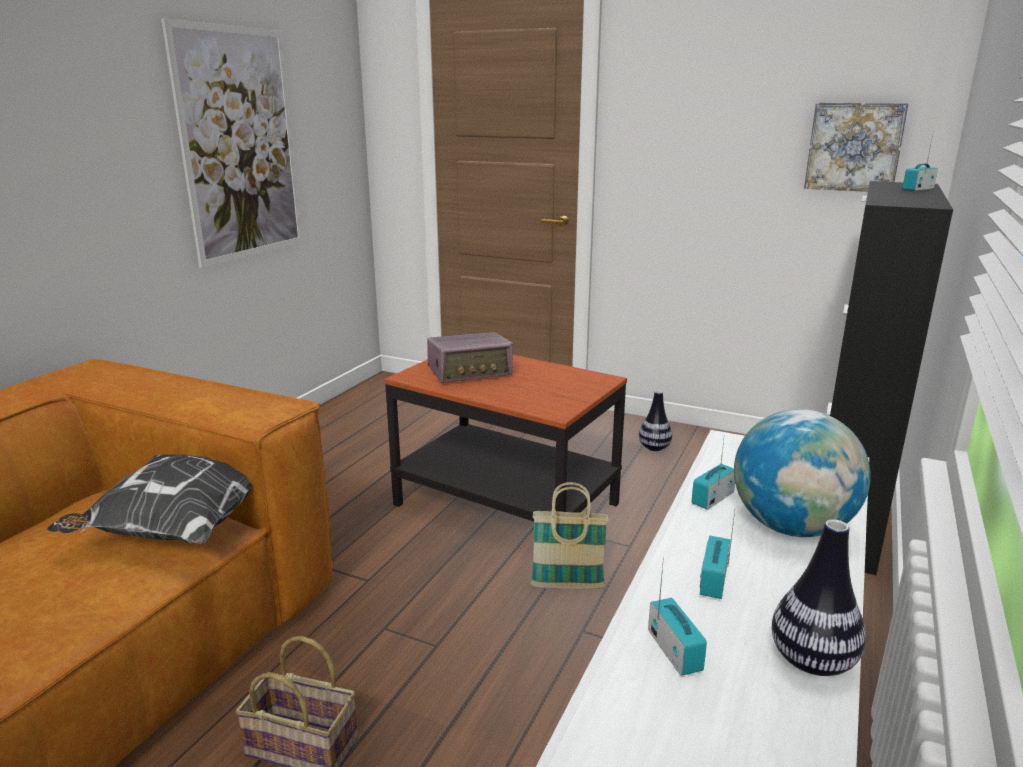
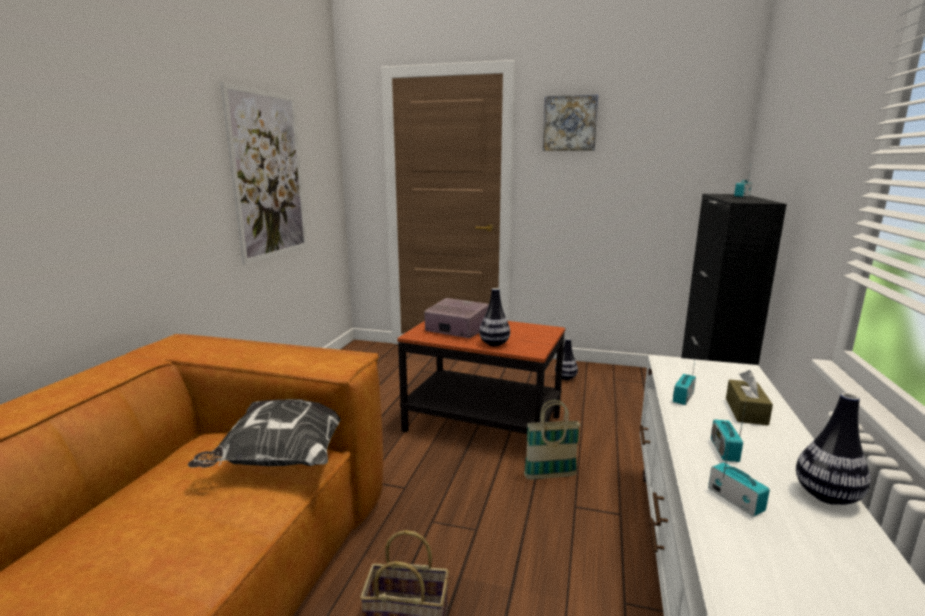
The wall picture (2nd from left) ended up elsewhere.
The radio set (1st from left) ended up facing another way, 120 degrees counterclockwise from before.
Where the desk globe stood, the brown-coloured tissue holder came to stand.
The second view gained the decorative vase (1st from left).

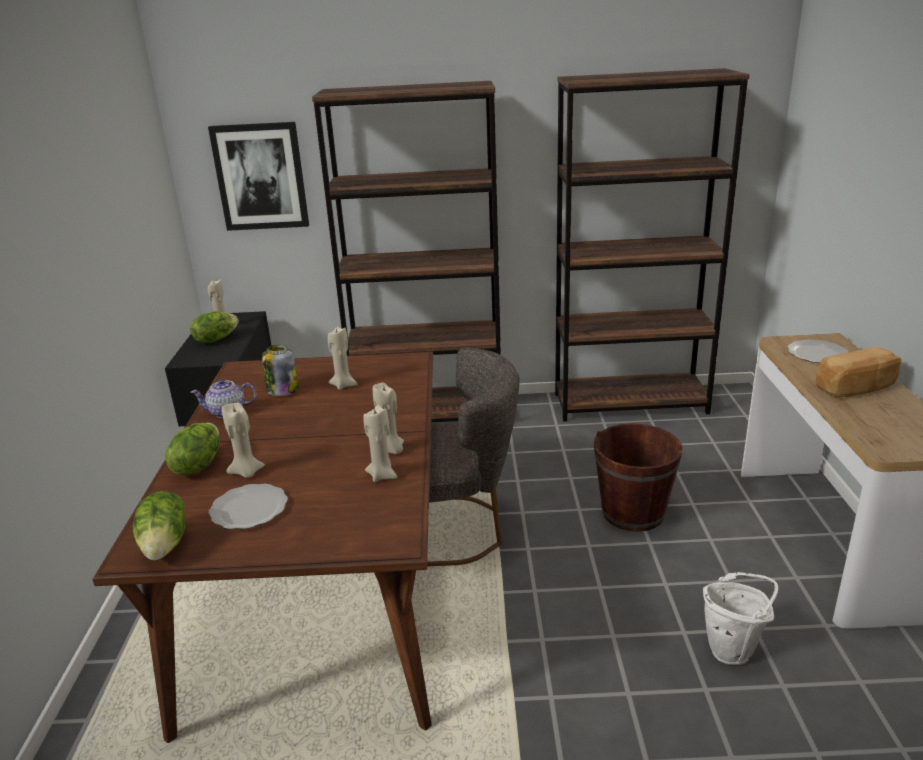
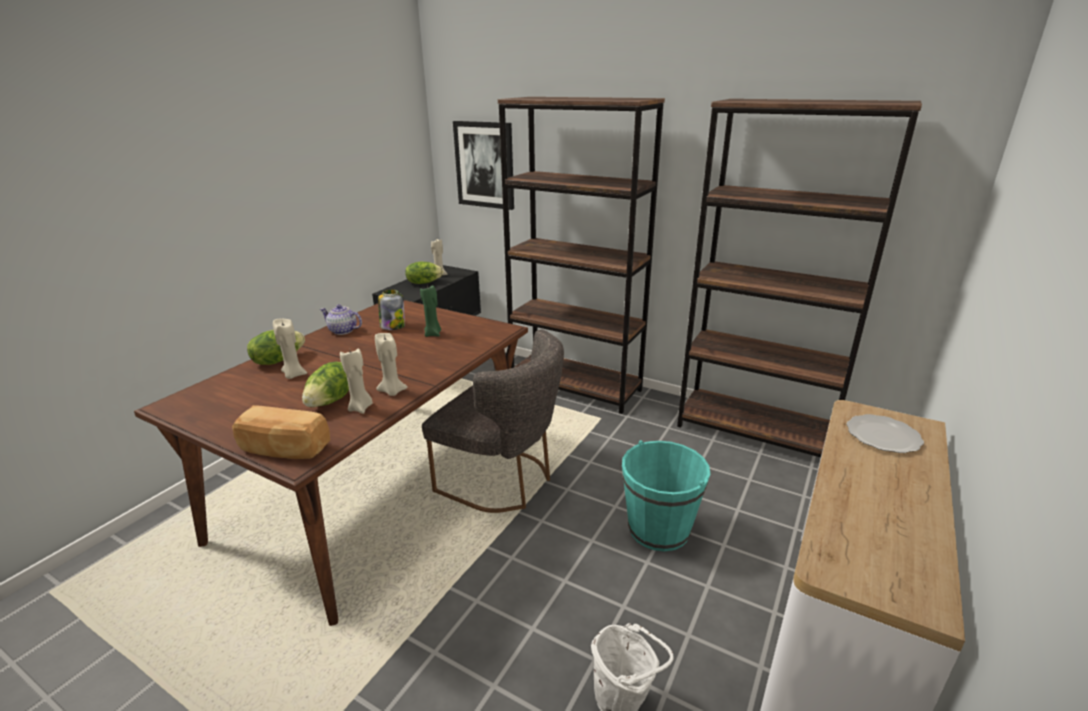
What was the beige-coloured wax light (3rd from left) turned into the greenish wax light.
The bakery bread ended up elsewhere.
What was the brown-coloured pail turned into the turquoise pail.
The second view lost the flat dish (1st from left).
The lettuce (1st from left in the first image) ended up elsewhere.

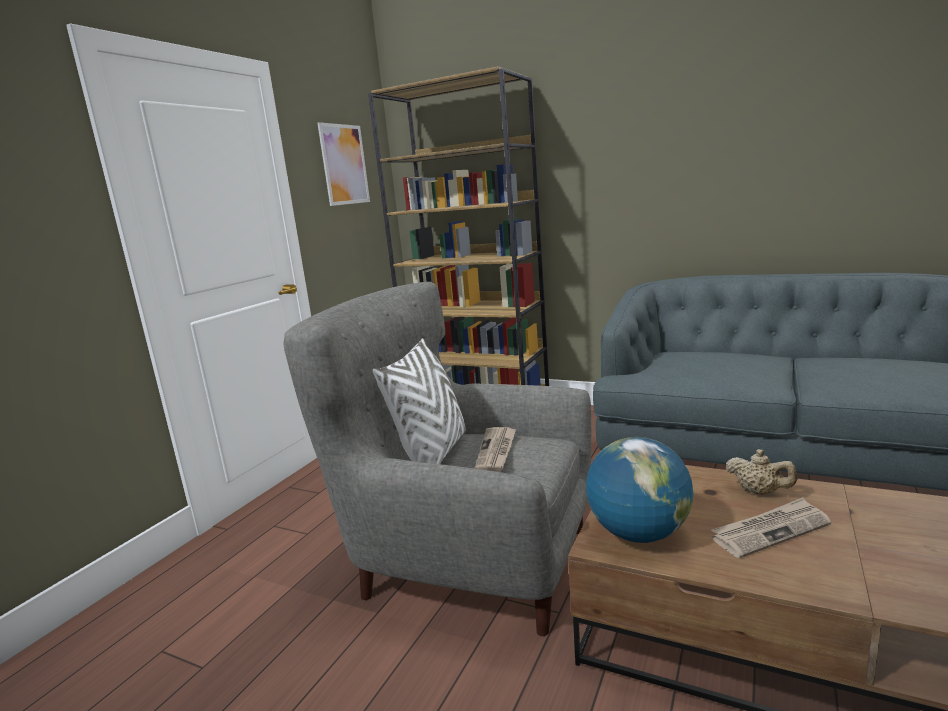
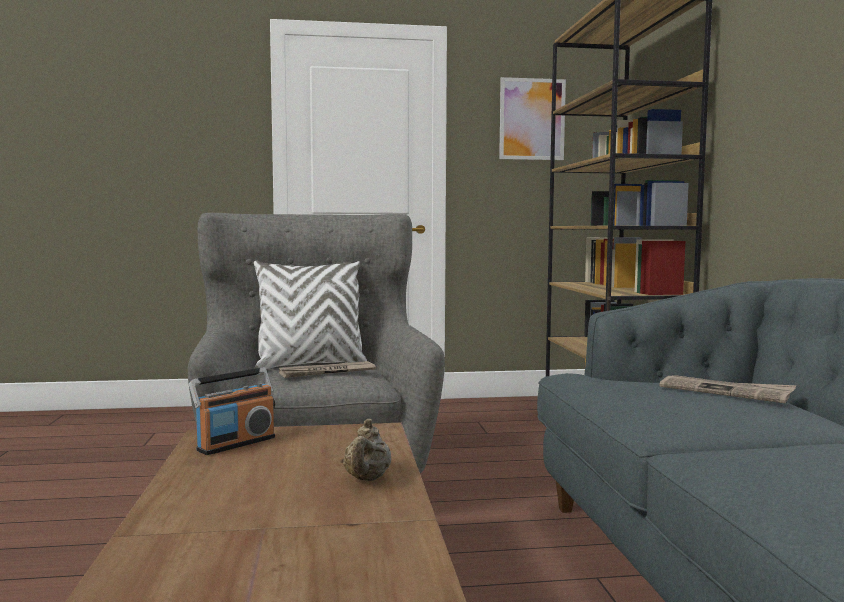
Where the desk globe stood, the radio set came to stand.
The daily paper (2nd from left) ended up elsewhere.

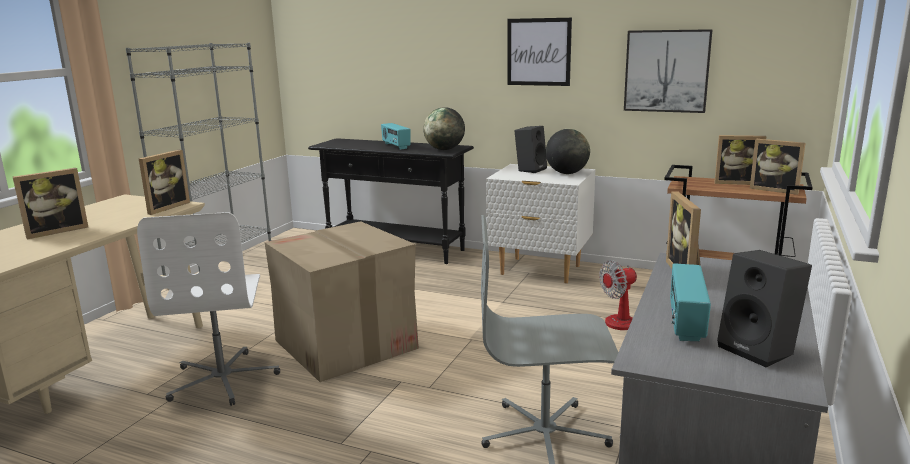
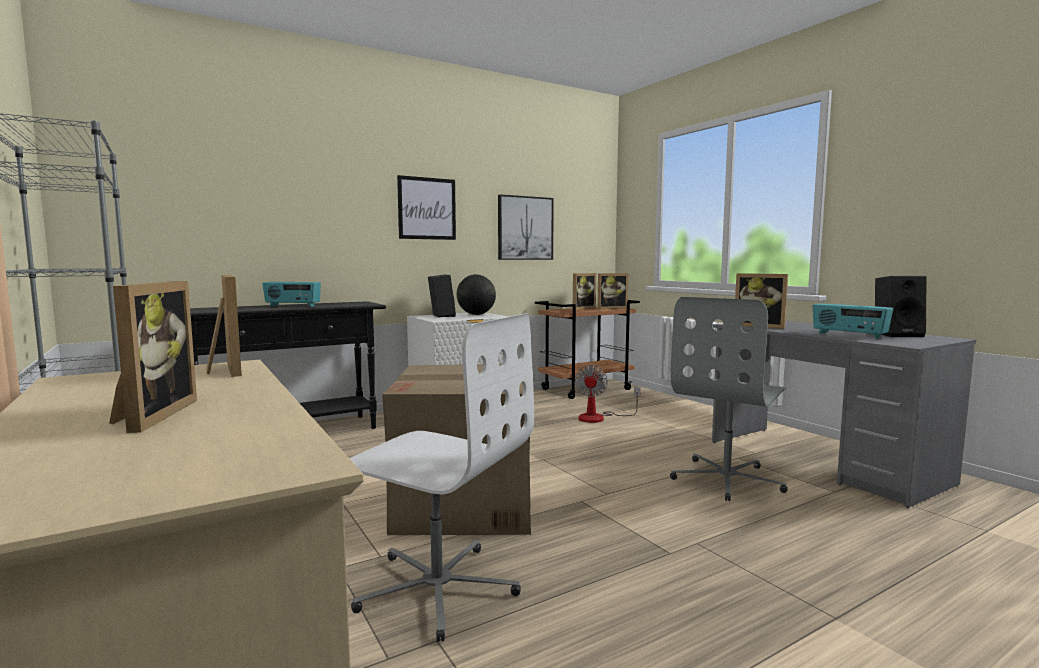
The second view lost the desk globe (1st from left).

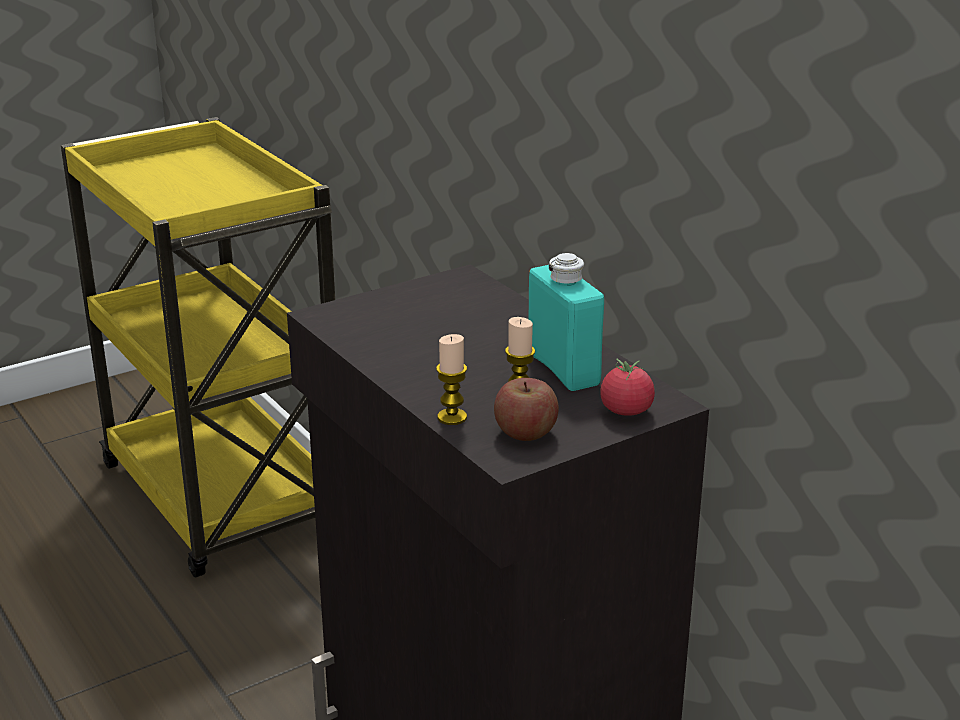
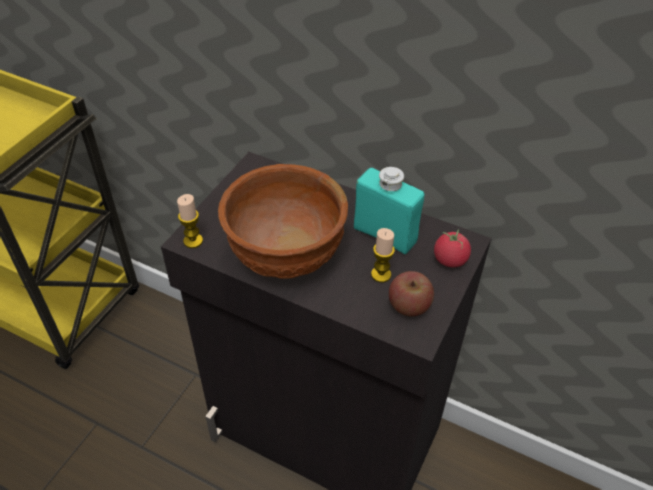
The wax light (1st from left) ended up elsewhere.
The second view gained the brown-coloured deep dish.

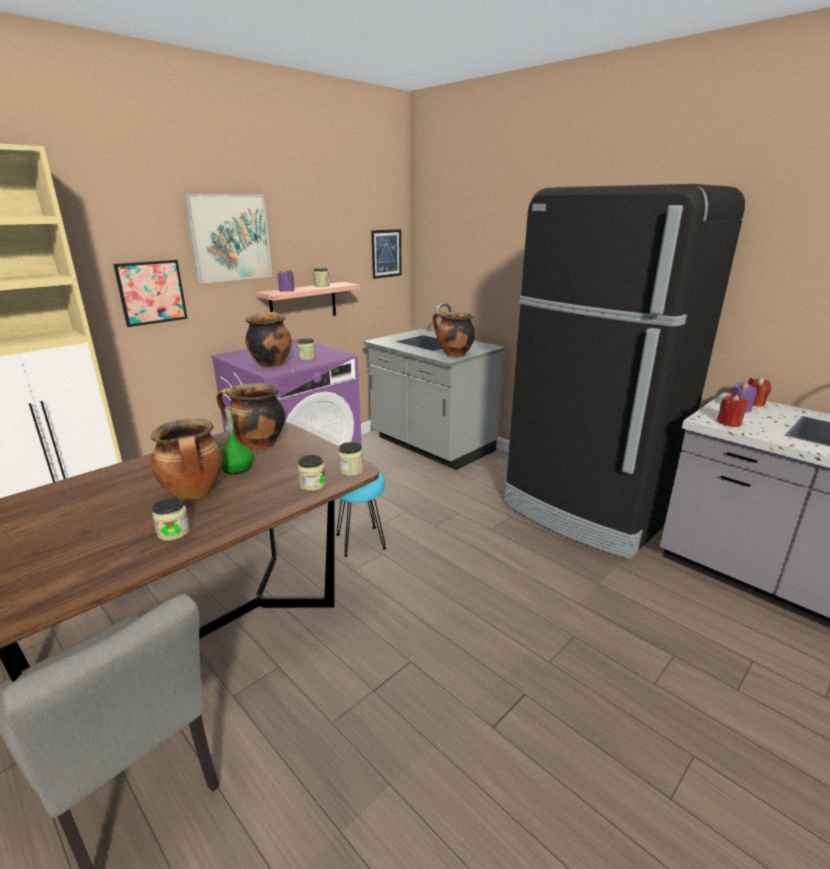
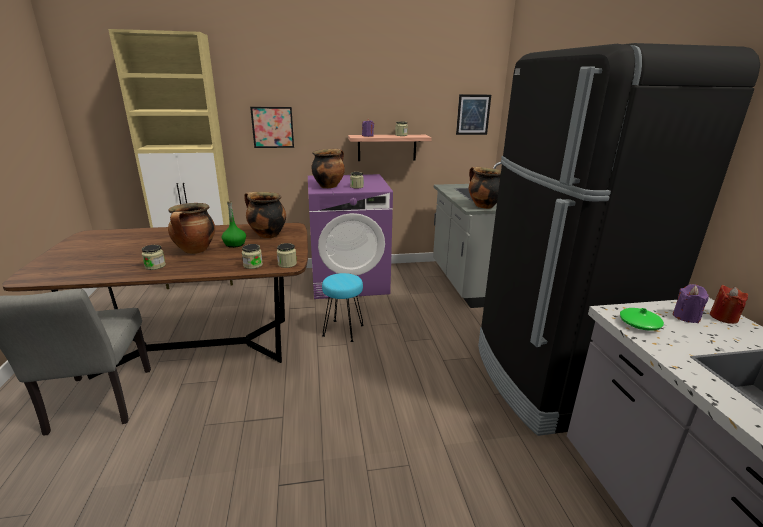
The second view lost the wall picture (2nd from left).
Where the red-coloured wax light (1st from left) stood, the greenish decorative vase came to stand.

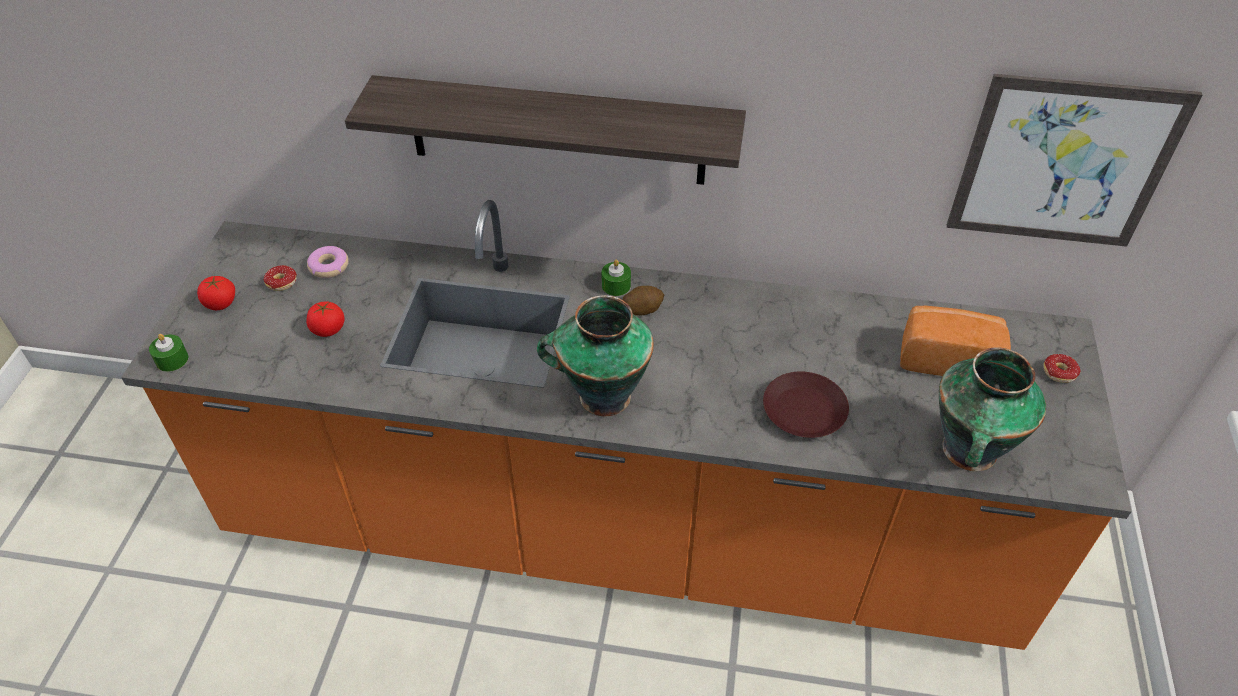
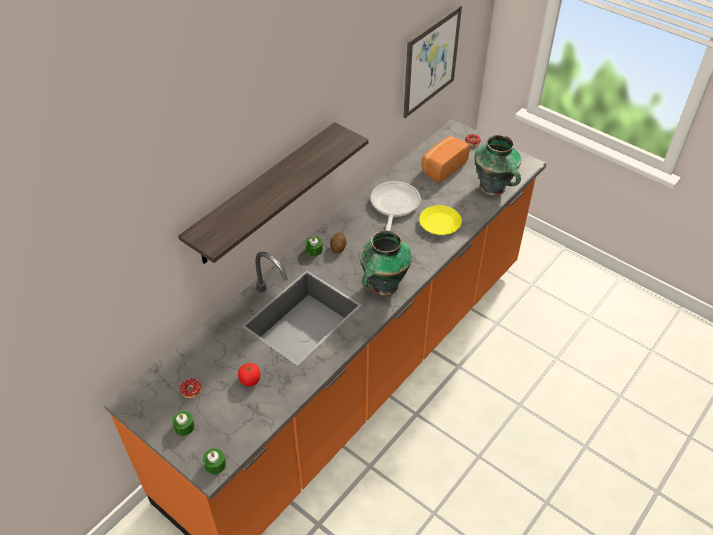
The second view lost the doughnut (2nd from left).
Where the whole tomato (1st from left) stood, the greenish wax light (1st from left) came to stand.
What was the brown-coloured flat dish turned into the yellowish flat dish.
The second view gained the skillet.

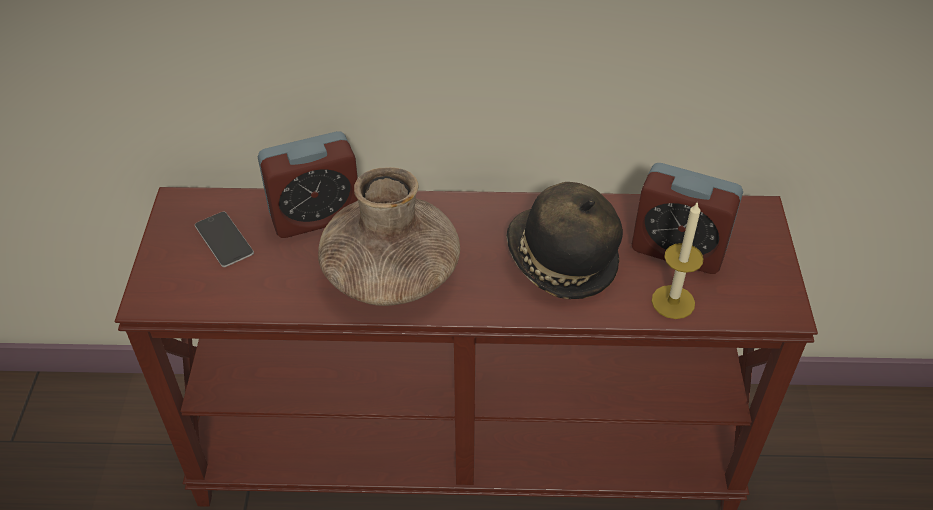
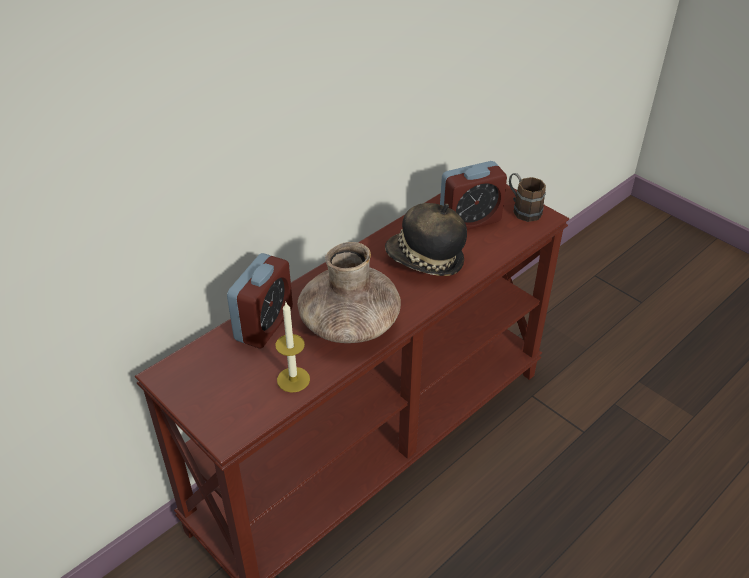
The wax light ended up elsewhere.
The second view lost the handset.
The second view gained the brown-coloured tea mug.

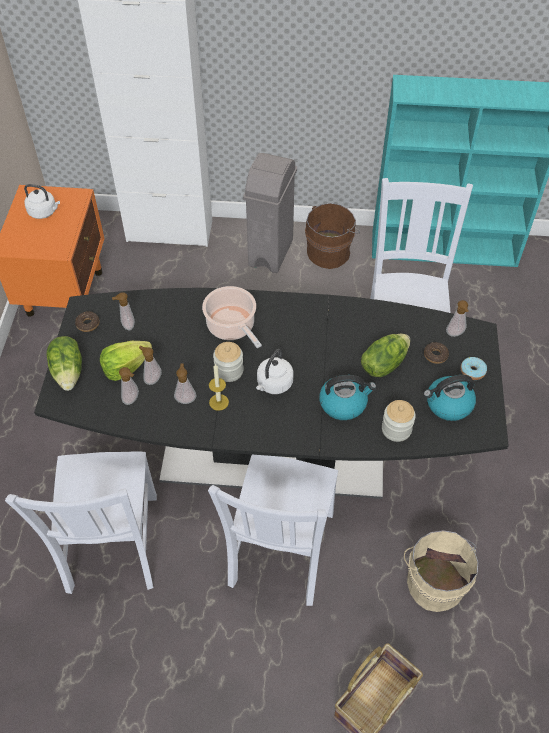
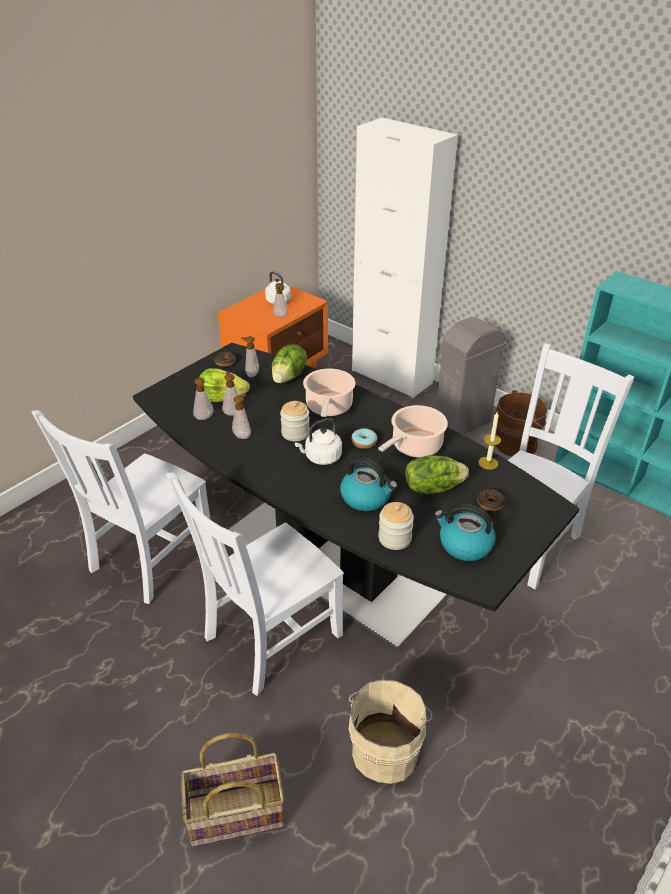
The liquid soap bottle (5th from left) ended up elsewhere.
The lettuce (1st from left in the first image) ended up elsewhere.
The doughnut (3rd from left in the first image) ended up elsewhere.
The wax light ended up elsewhere.
The second view gained the stockpot (2nd from left).

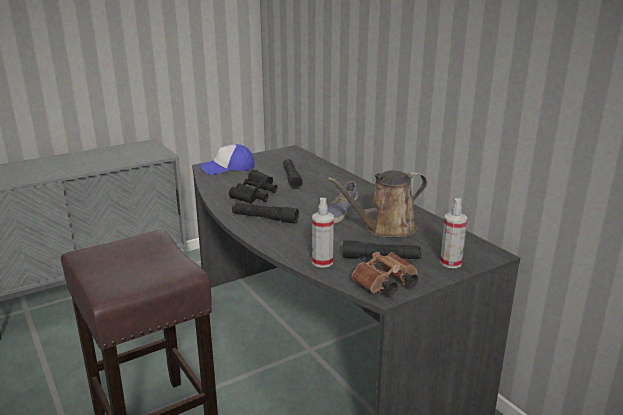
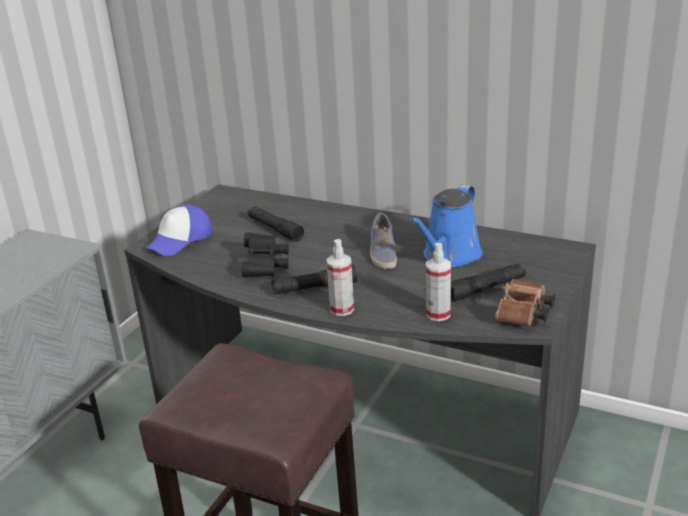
What was the brown-coloured watering can turned into the blue watering can.
The hand sprayer (2nd from left in the first image) ended up elsewhere.

